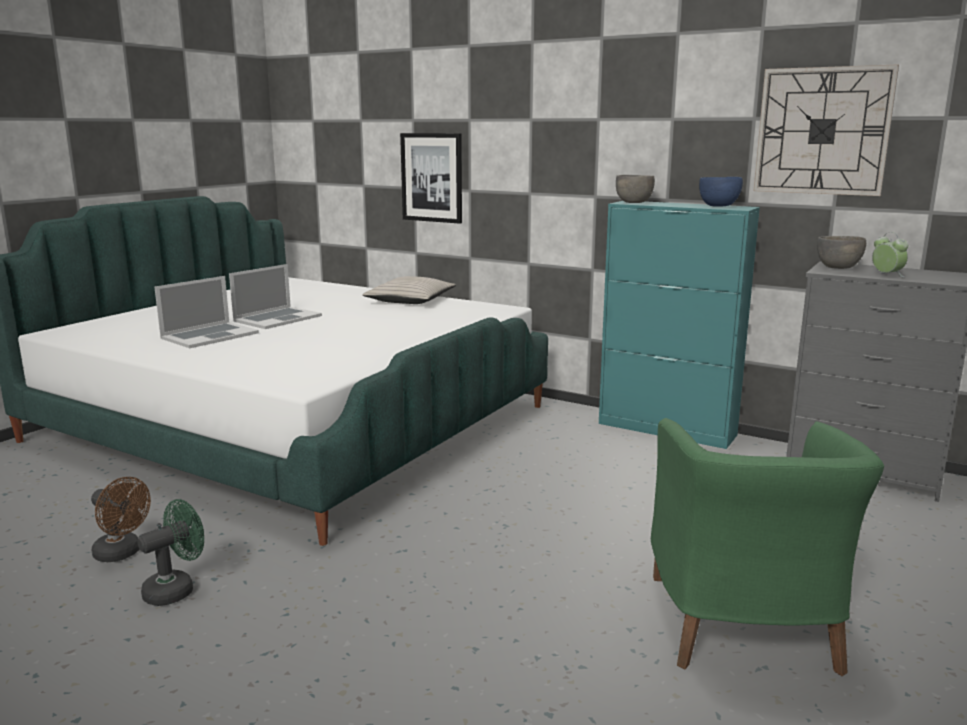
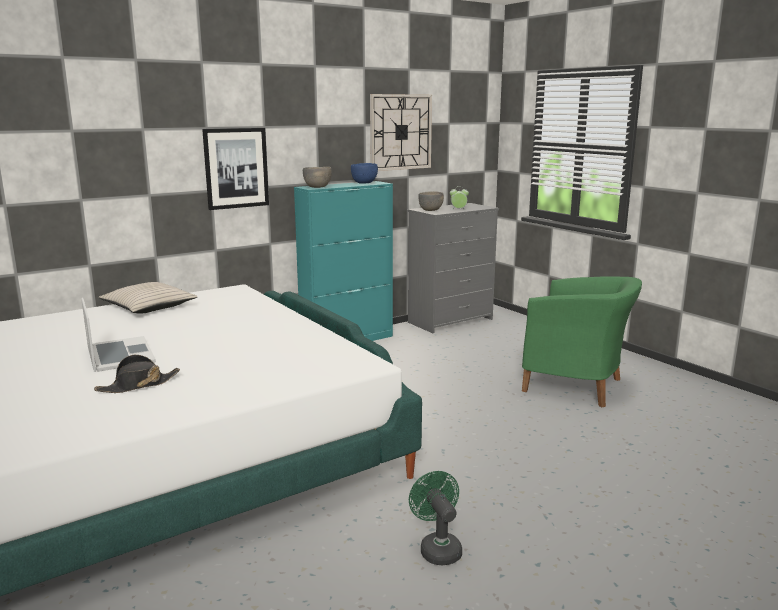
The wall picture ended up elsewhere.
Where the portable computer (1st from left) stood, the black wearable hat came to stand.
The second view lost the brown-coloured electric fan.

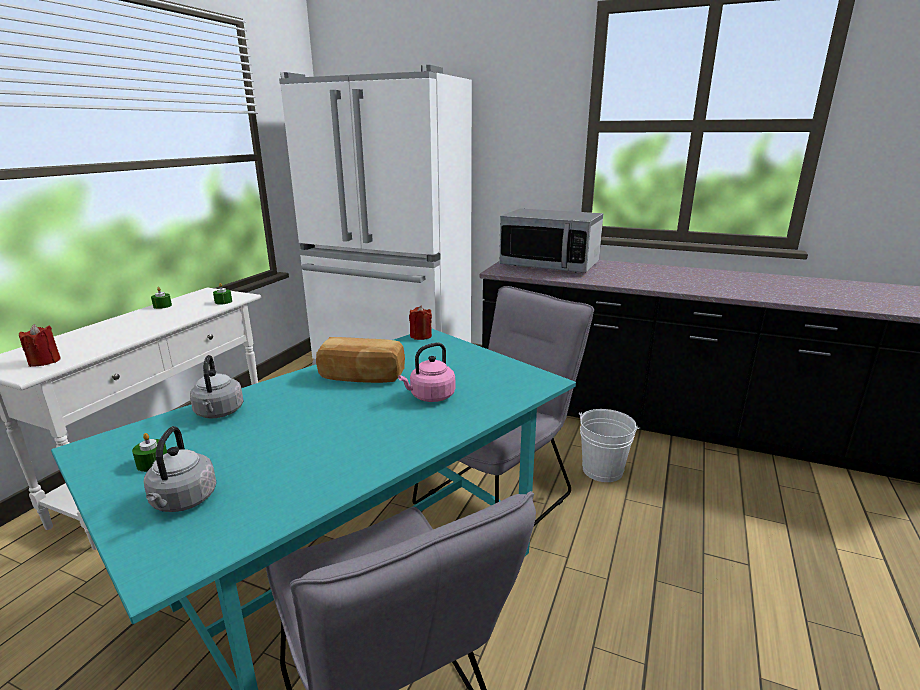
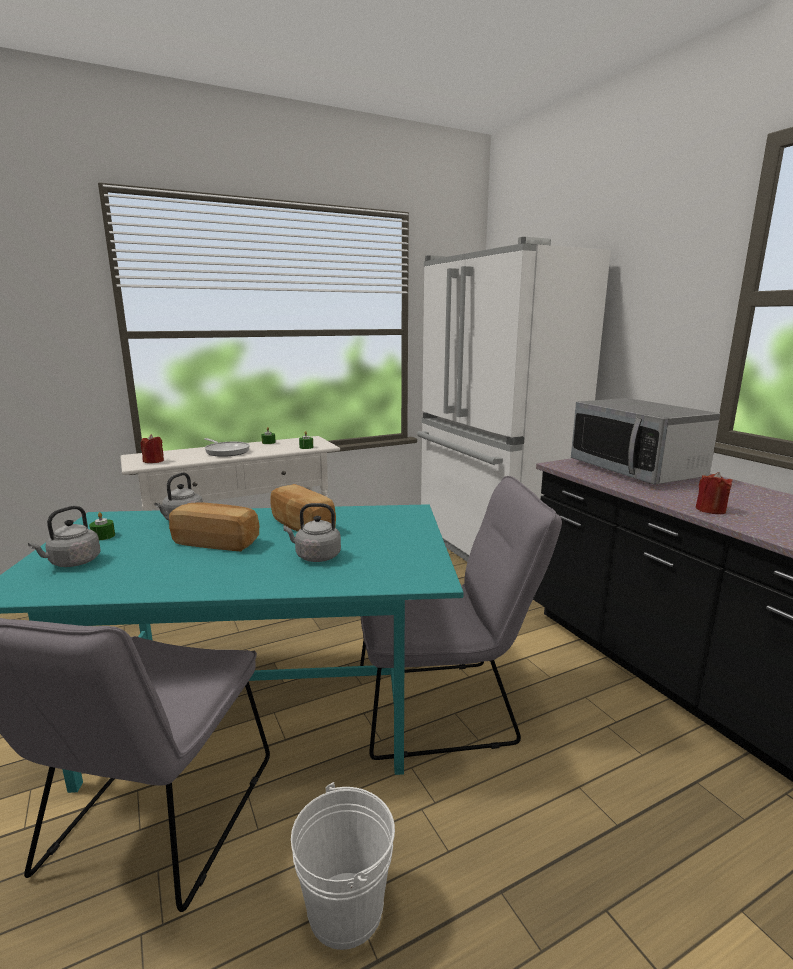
The red-coloured wax light (2nd from left) ended up elsewhere.
What was the pink-coloured water kettle turned into the gray water kettle (3rd from left).
The whitish pail ended up elsewhere.
The second view gained the skillet.
The second view gained the bakery bread (1st from left).

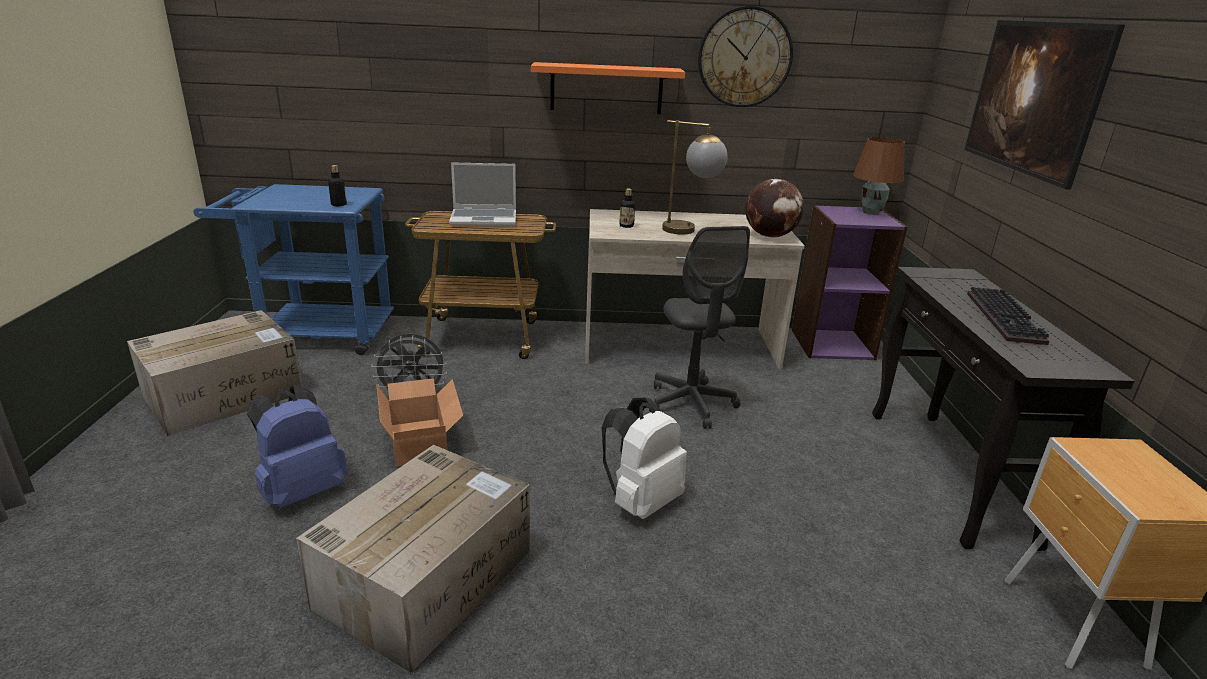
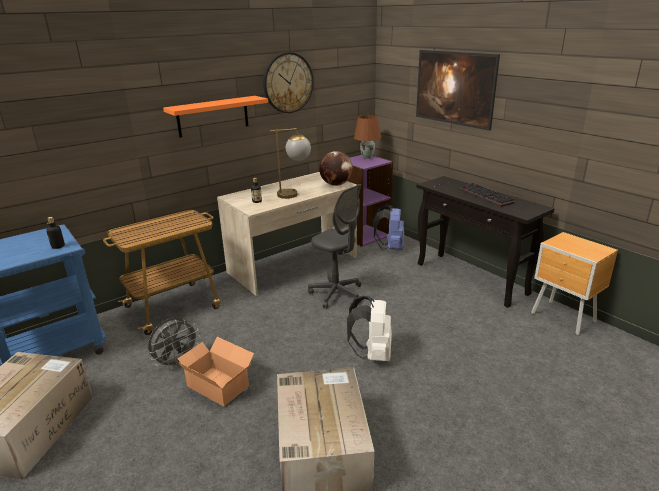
The second view lost the portable computer.
The blue rucksack ended up elsewhere.

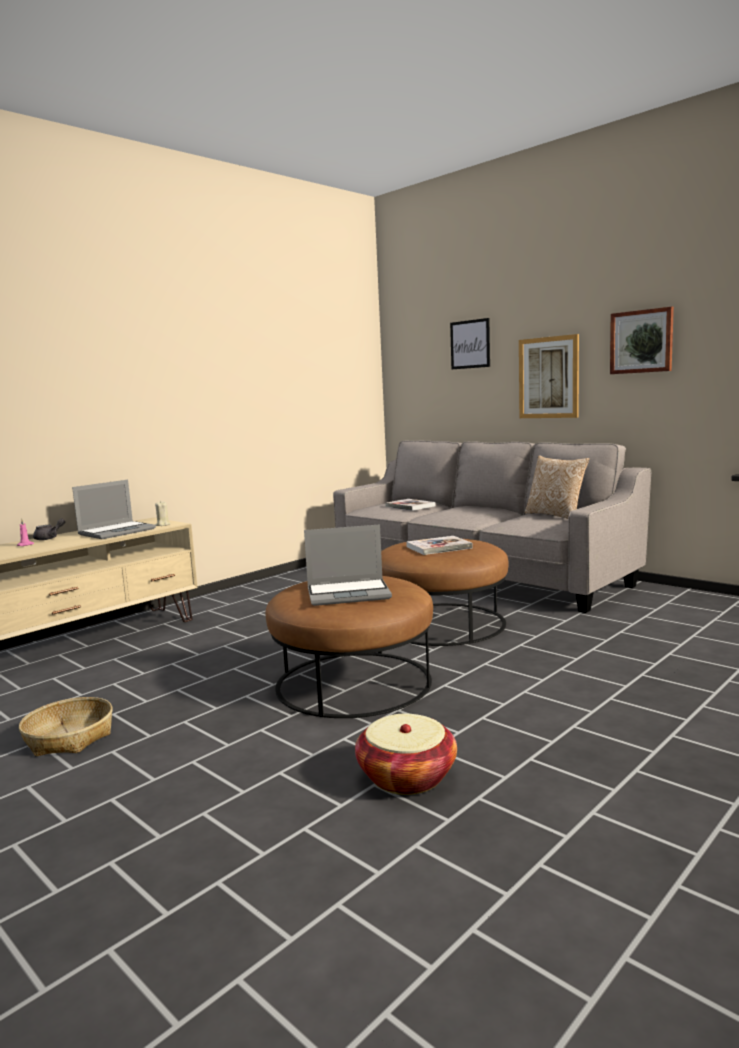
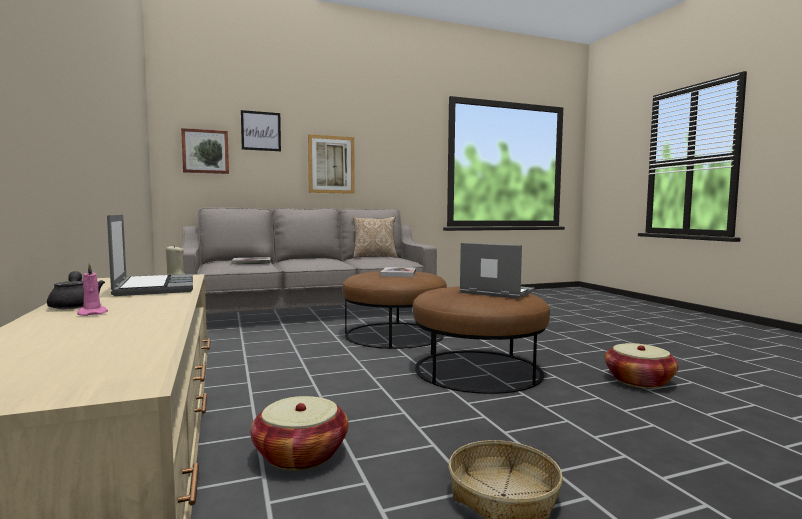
The wall picture (3rd from left in the first image) ended up elsewhere.
The portable computer (2nd from left) ended up facing another way, 75 degrees counterclockwise from before.
The second view gained the storage basket (1st from left).

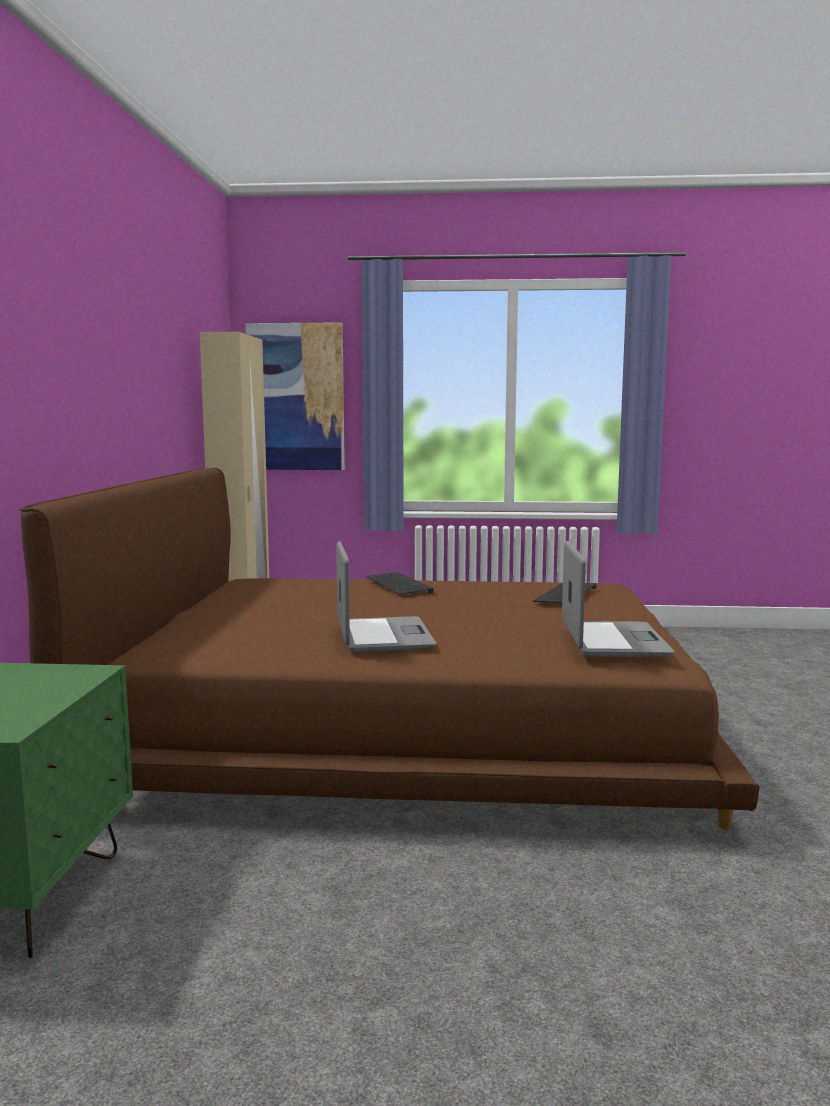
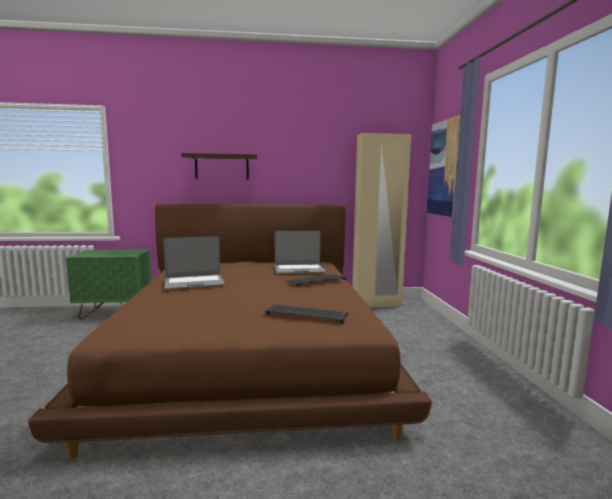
The portable computer (2nd from left) ended up elsewhere.
The second view gained the shelf.

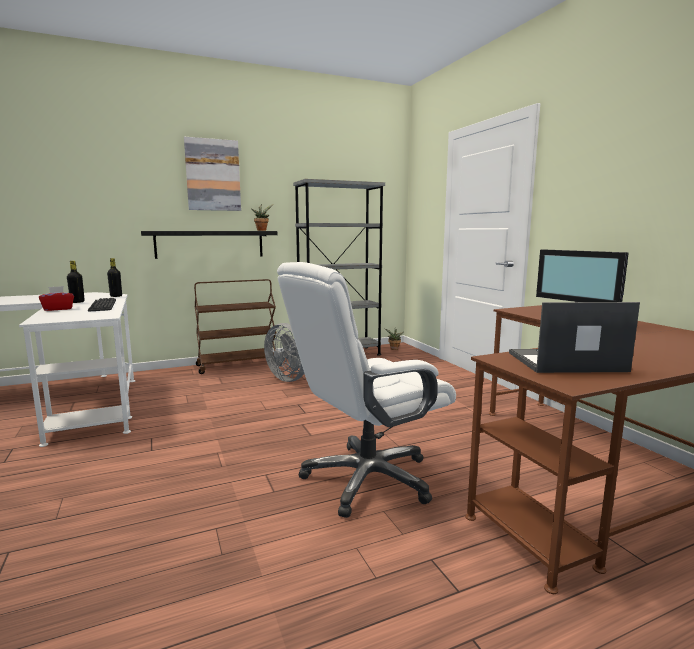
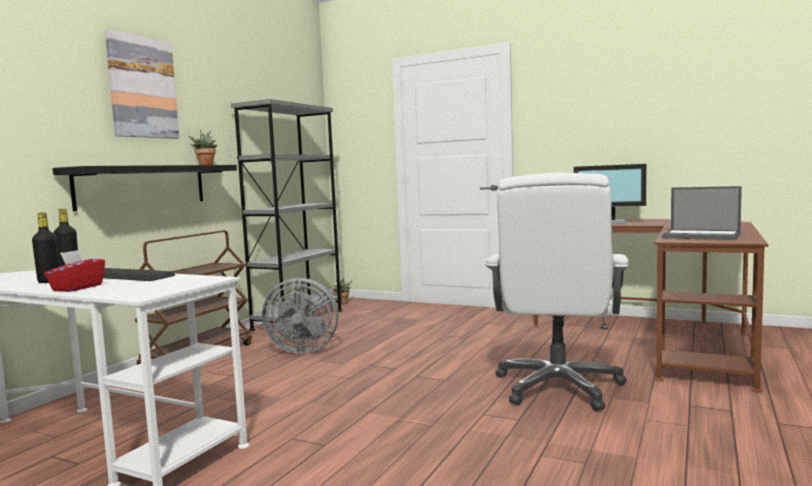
The portable computer ended up facing another way, 105 degrees counterclockwise from before.

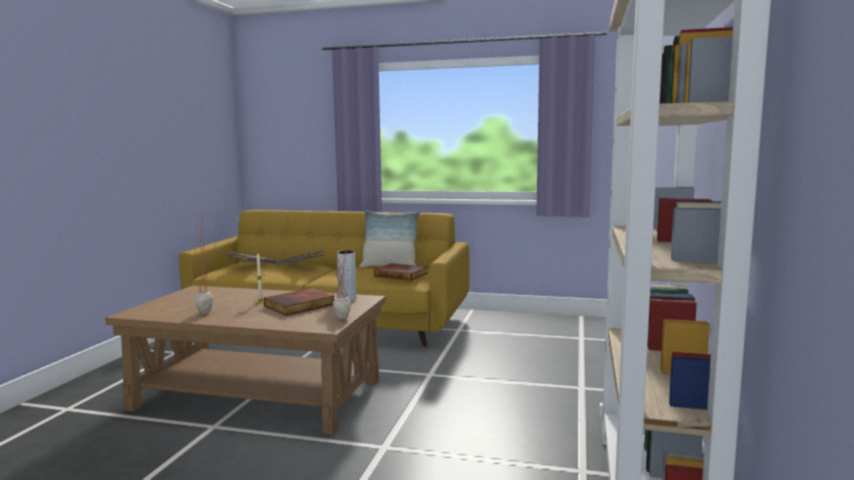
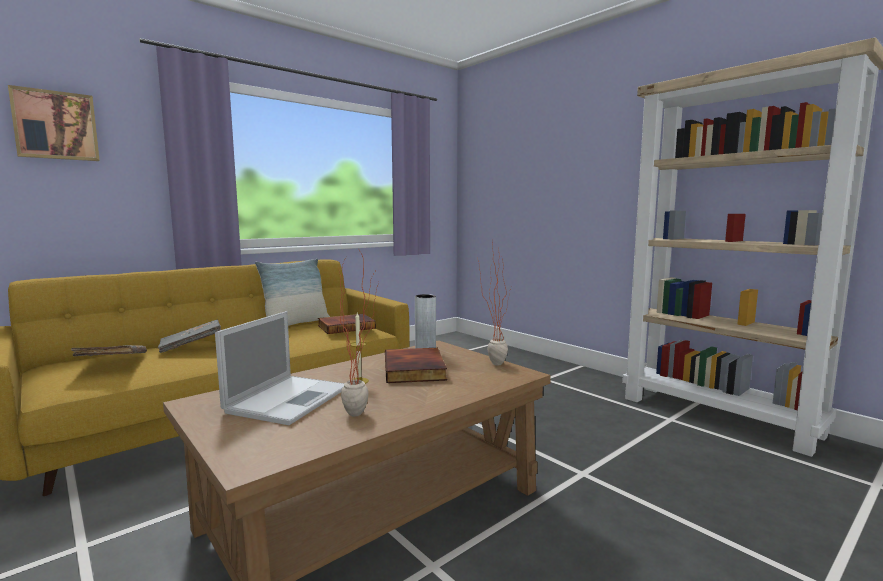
The second view gained the wall picture.
The second view gained the portable computer.

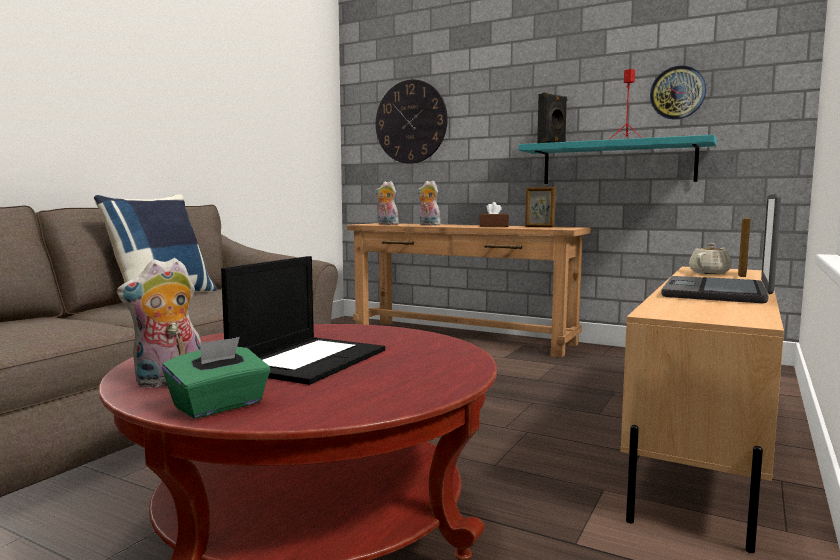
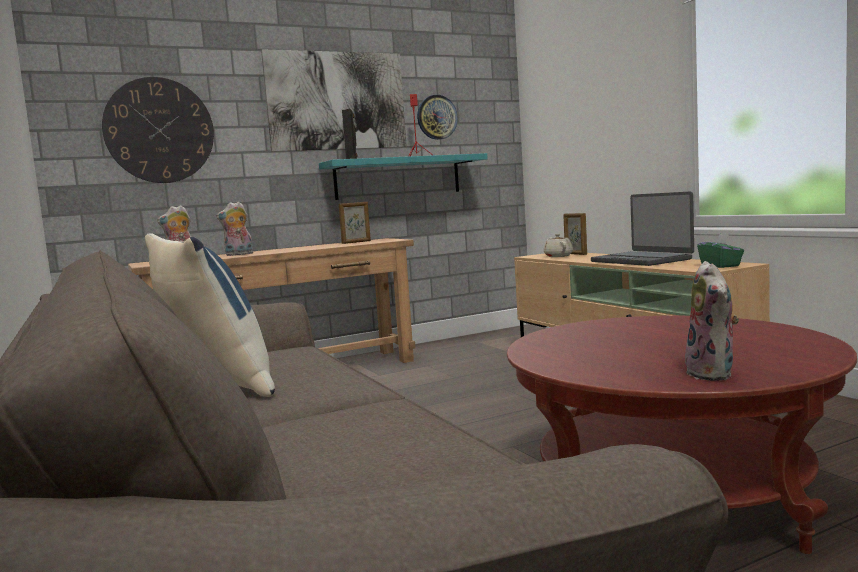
The second view lost the brown-coloured tissue holder.
The second view lost the portable computer (1st from left).
The greenish tissue holder ended up elsewhere.
The second view gained the wall picture.

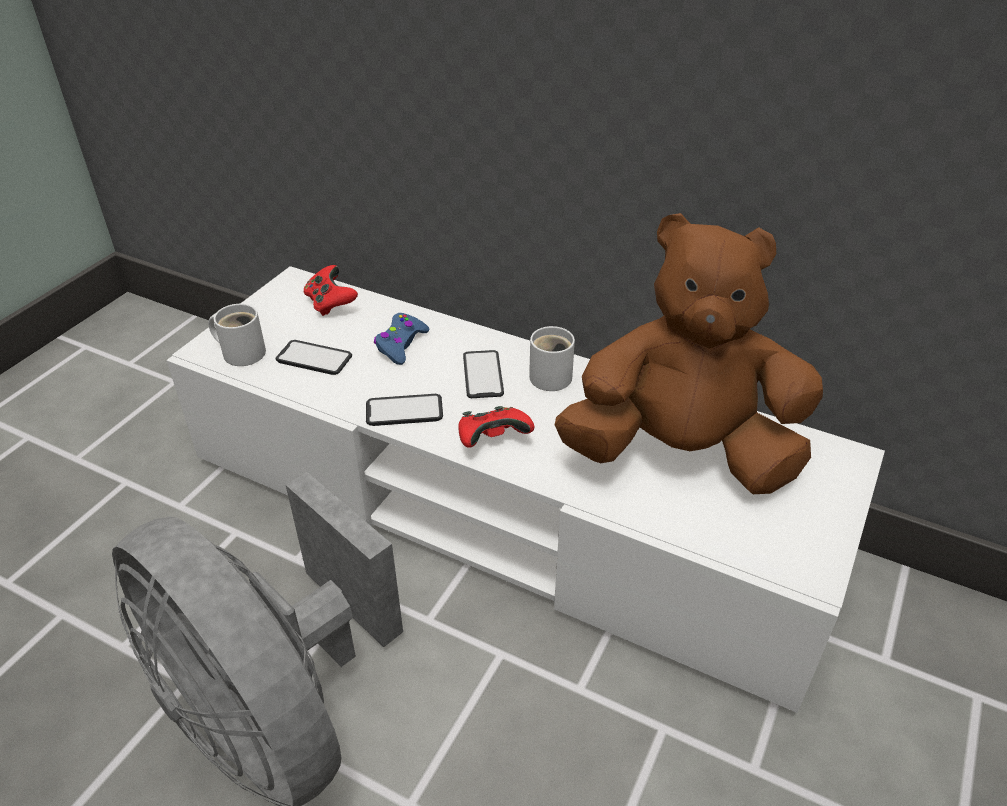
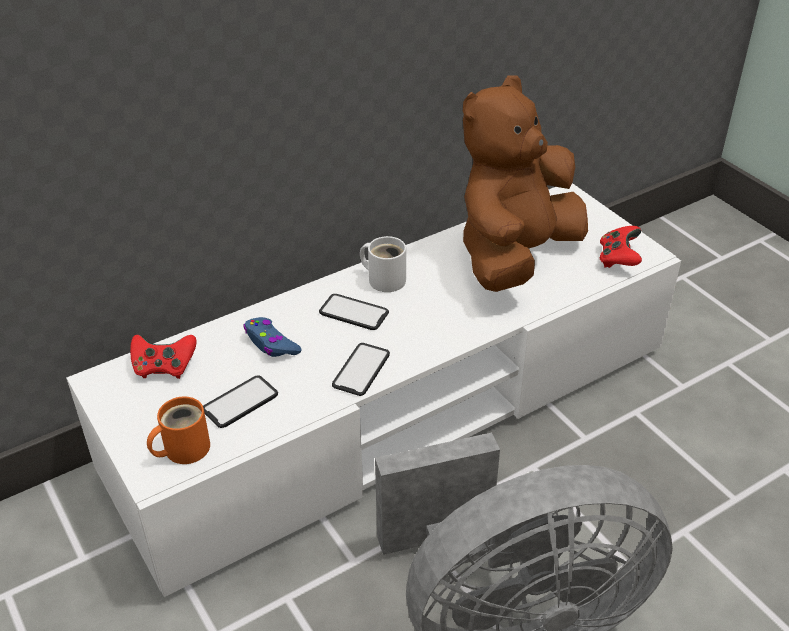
What was the whitish tea mug (1st from left) turned into the orangey tea mug.
The red-coloured joypad (2nd from left) ended up elsewhere.

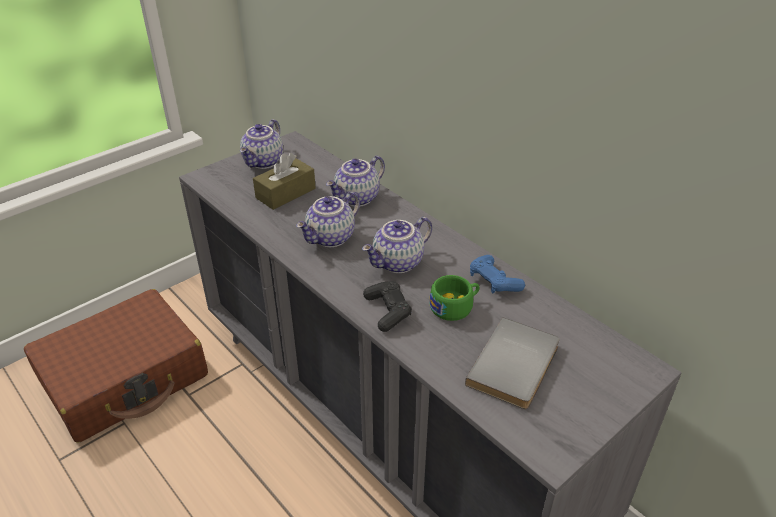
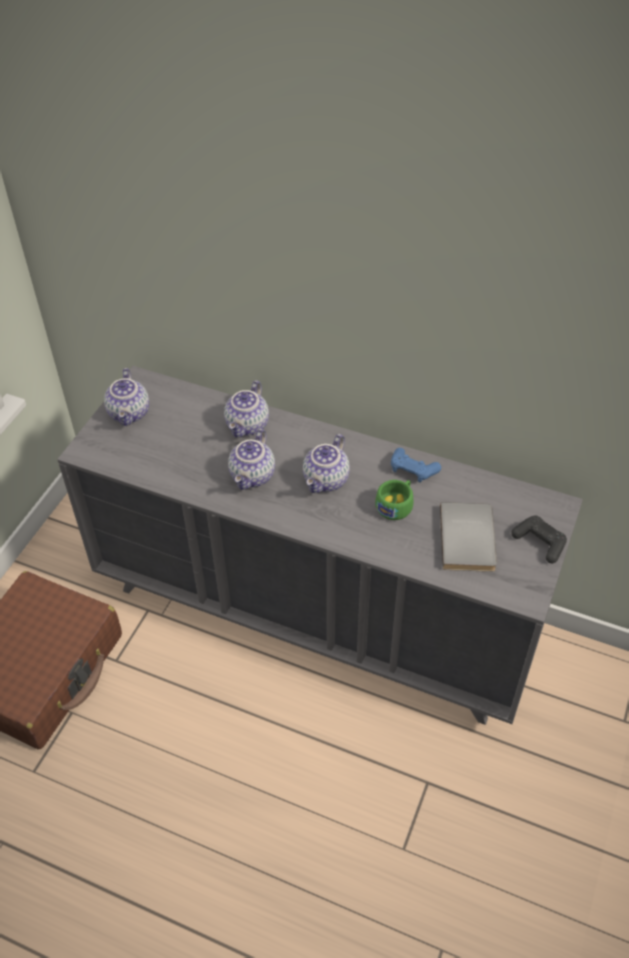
The second view lost the brown-coloured tissue holder.
The black joypad ended up elsewhere.

